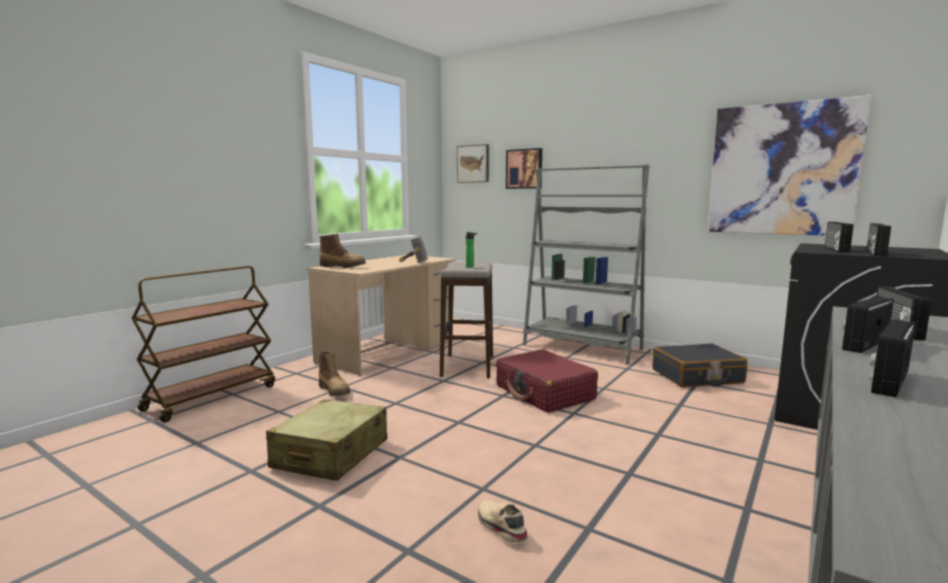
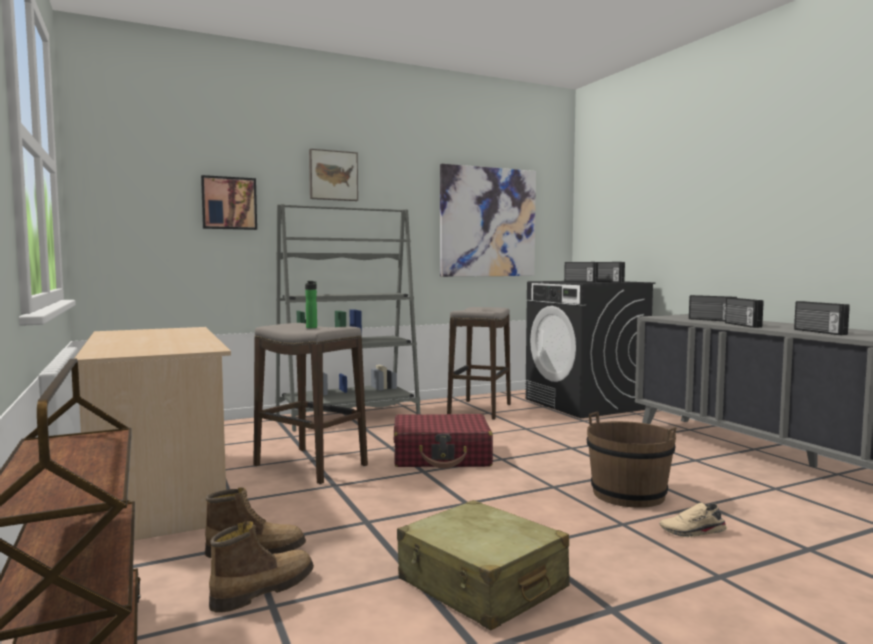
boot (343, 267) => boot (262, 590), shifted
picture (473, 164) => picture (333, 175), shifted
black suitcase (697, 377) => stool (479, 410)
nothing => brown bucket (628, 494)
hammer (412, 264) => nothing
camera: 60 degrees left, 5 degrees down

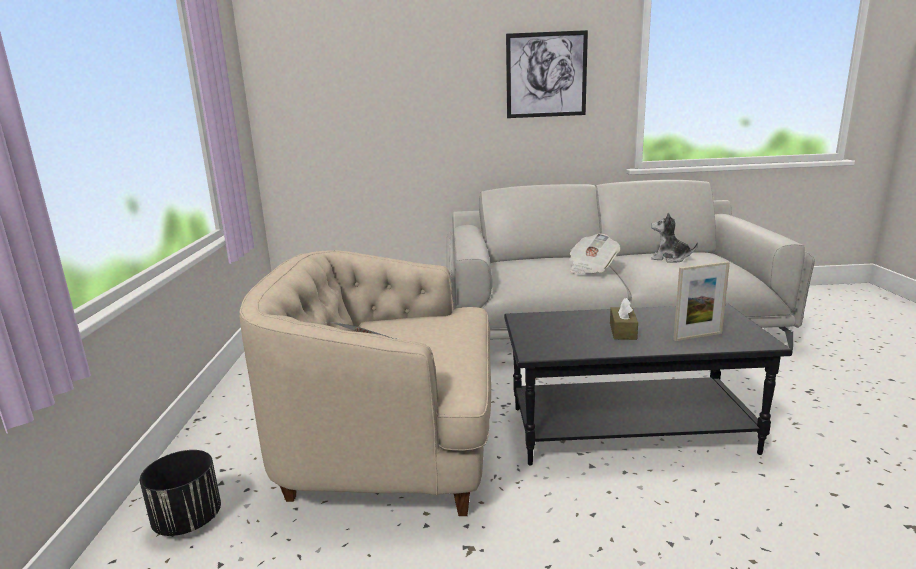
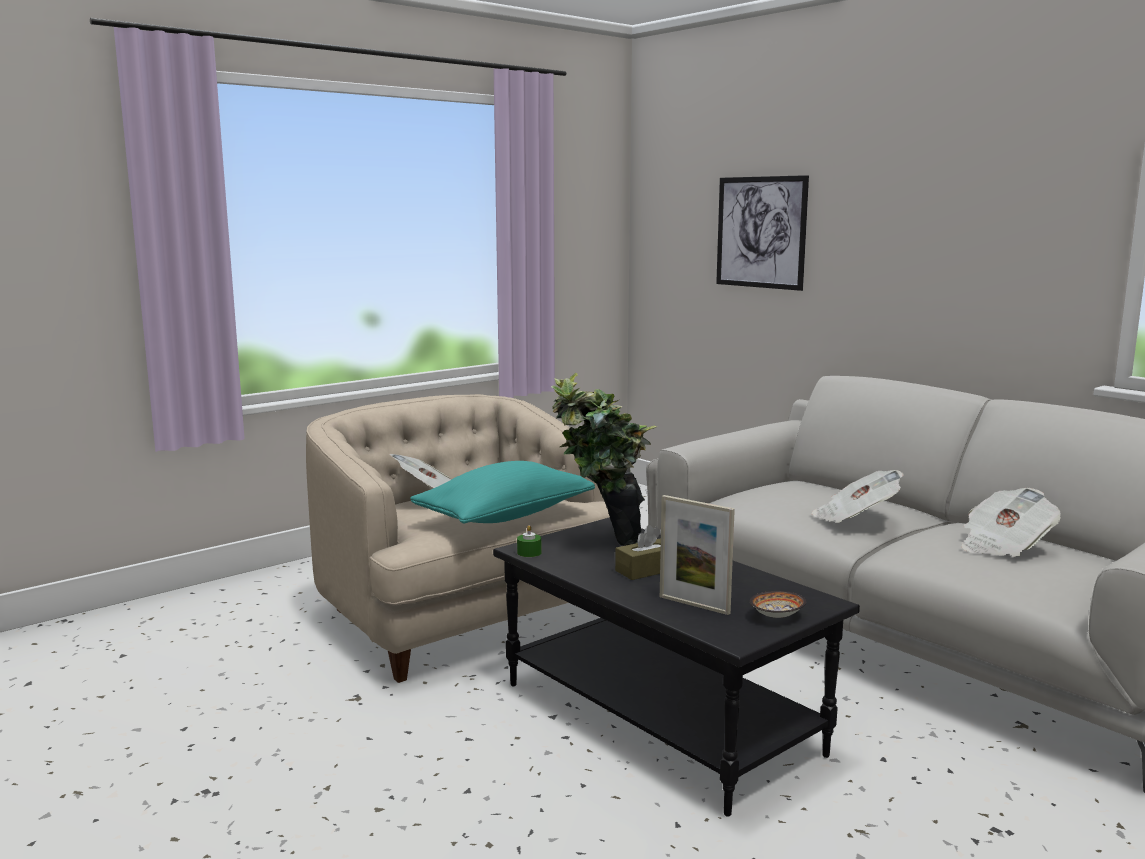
nothing => turquoise pillow (505, 516)
nothing => green candle (529, 553)
nothing => potted plant (600, 544)
picture (546, 75) => picture (760, 232), shifted
nothing => bowl (775, 616)
plush toy (670, 259) => newspaper (1003, 546)
black planter (189, 520) => nothing
camera: 50 degrees right, 5 degrees down

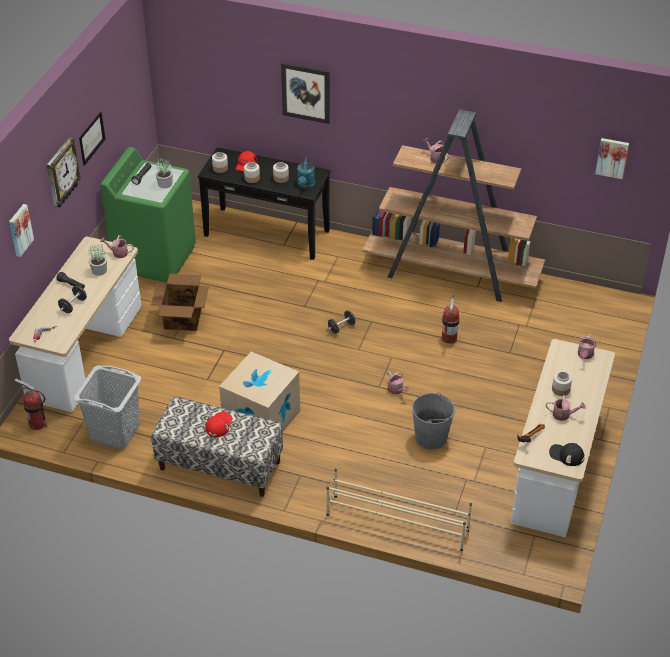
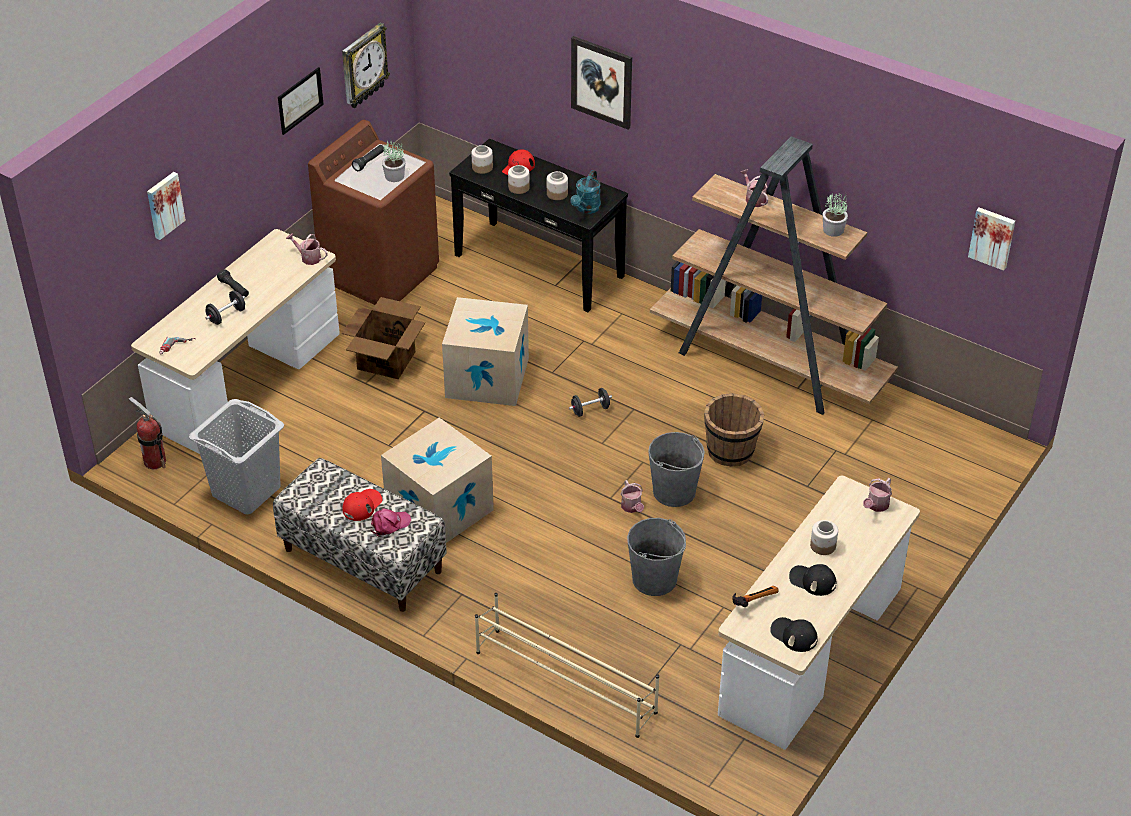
green washing machine (155, 258) => brown washing machine (380, 273)
wall clock (61, 173) => wall clock (363, 66), shifted
nothing => pink cap (389, 524)
nothing => cardboard box (487, 378)
nothing => grey bucket (674, 491)
fire extinguisher (449, 338) => brown bucket (731, 451)
watering can (563, 415) => black cap (812, 580)
potted plant (99, 270) => potted plant (833, 230), shifted
camera: 15 degrees right, 0 degrees up

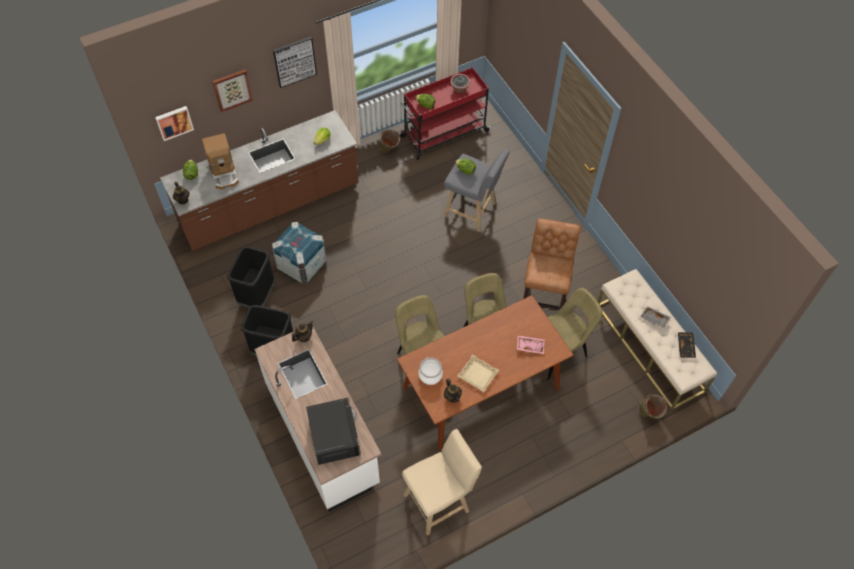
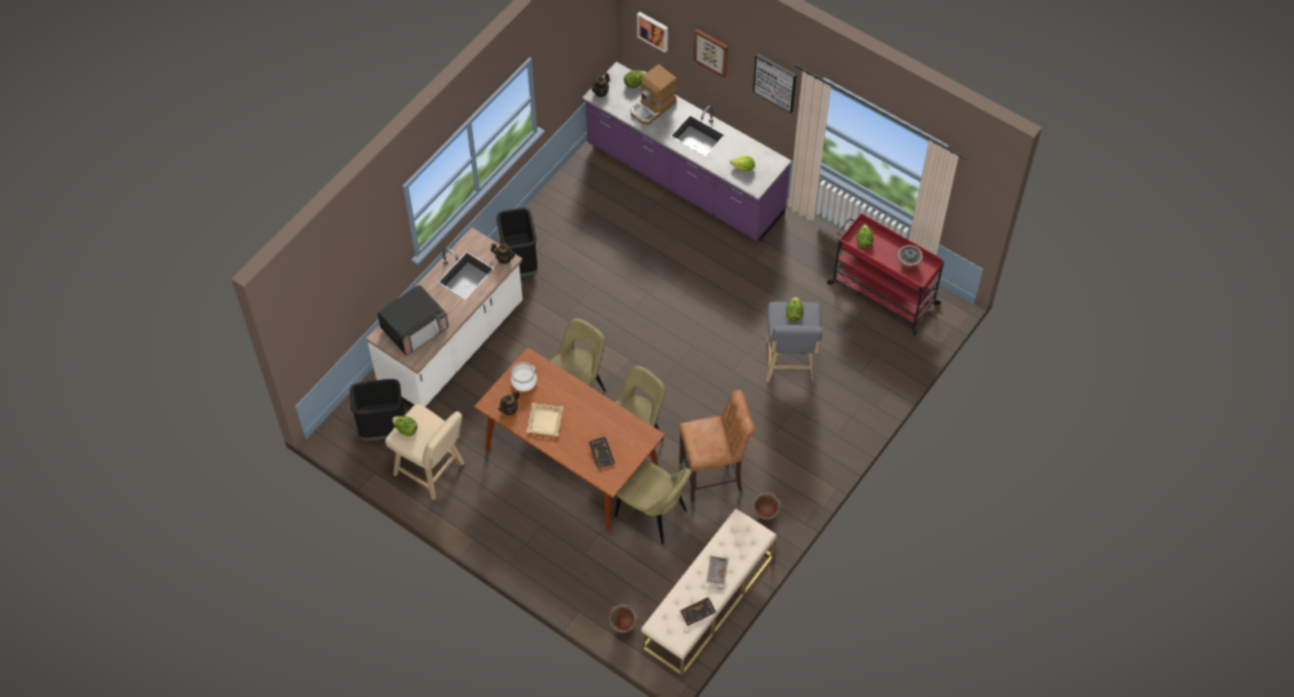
black trash can (257, 296) => black trash can (383, 430), shifted
nothing => lettuce (405, 429)
brown counter (270, 206) => purple counter (684, 181)
pink tray (530, 346) => black tray (602, 454)
green bucket (389, 150) => green bucket (765, 516), shifted
crate (302, 264) => nothing
camera: 65 degrees right, 0 degrees up

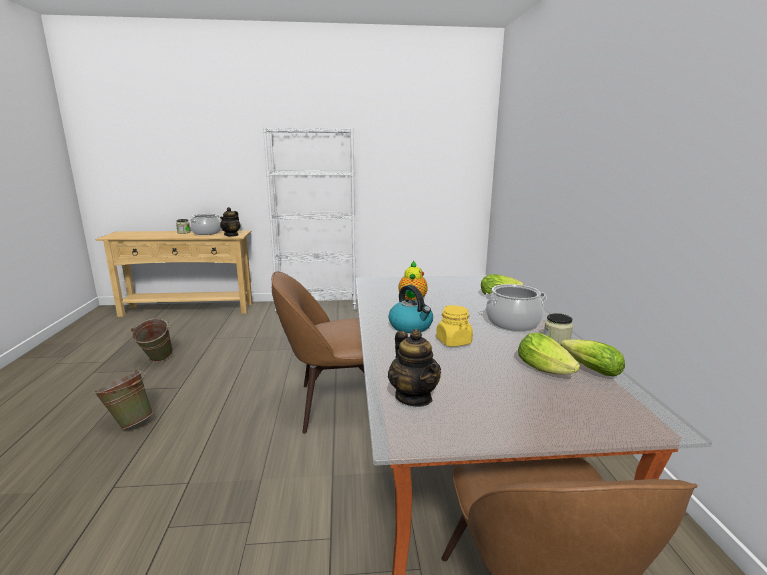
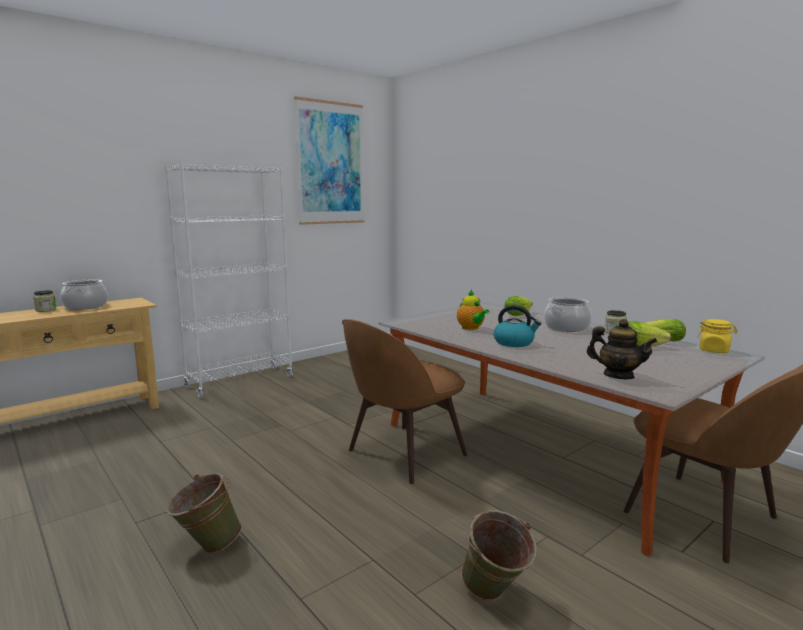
nothing => picture (330, 163)
green bucket (156, 361) => green bucket (494, 597), shifted
yellow jar (454, 341) => yellow jar (714, 350), shifted
teapot (231, 235) => nothing
camera: 35 degrees left, 5 degrees down

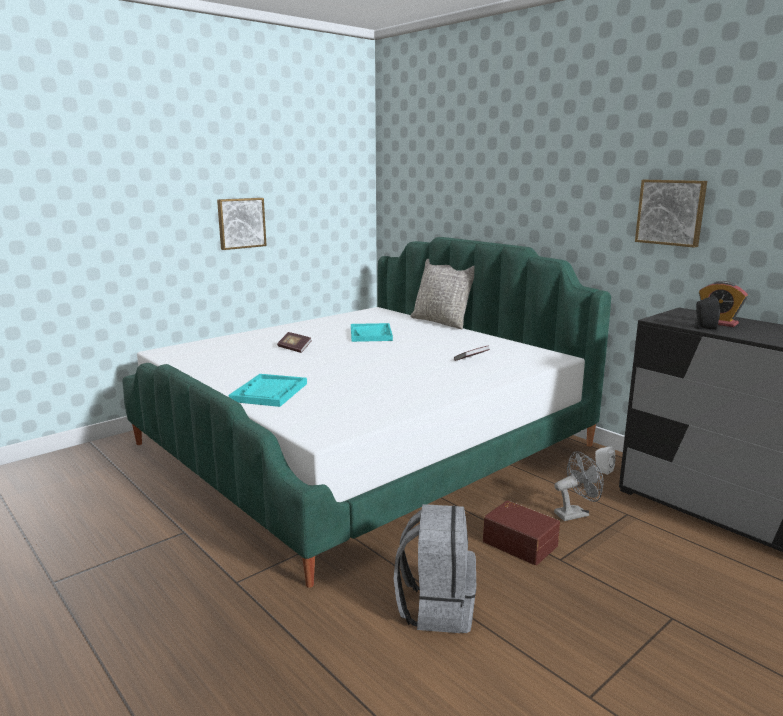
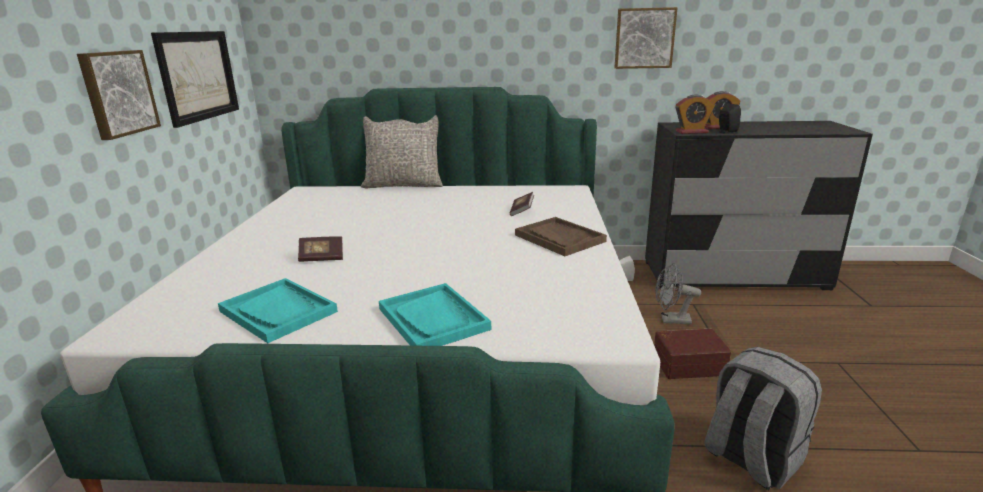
nothing => picture (198, 76)
turquoise tray (371, 334) => turquoise tray (278, 311), shifted
nothing => brown tray (559, 238)
grey fan (575, 513) => grey fan (671, 320), 105 degrees counterclockwise
nothing => alarm clock (691, 132)
camera: 45 degrees left, 5 degrees up

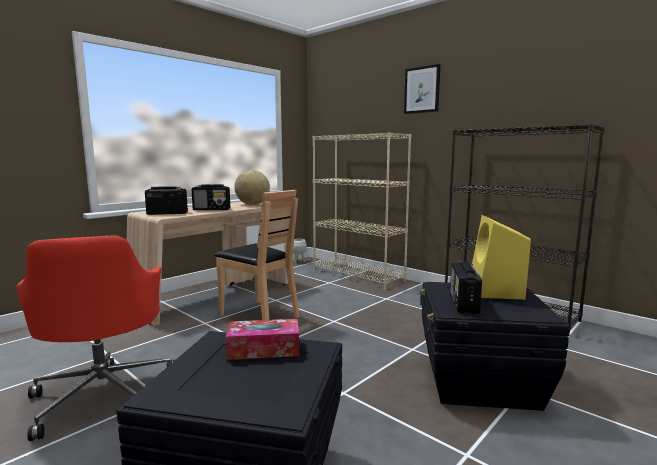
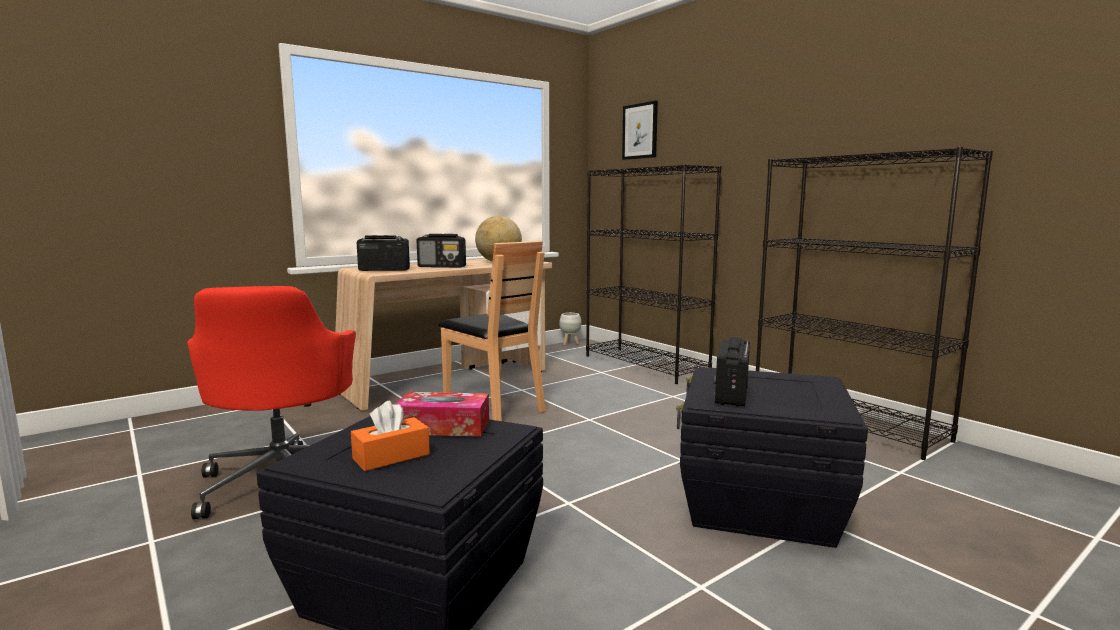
nothing => orange tissue box (391, 456)
beige bookcase (358, 275) => black bookcase (646, 365)
picture (422, 90) => picture (640, 131), shifted
yellow speaker (496, 292) => nothing
camera: 10 degrees right, 0 degrees up

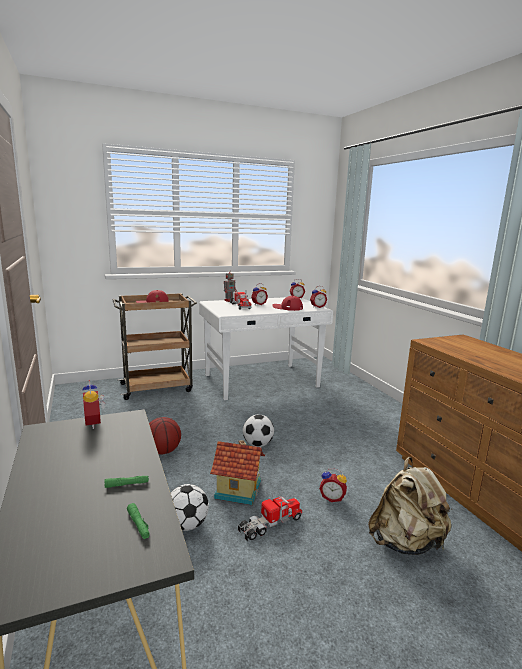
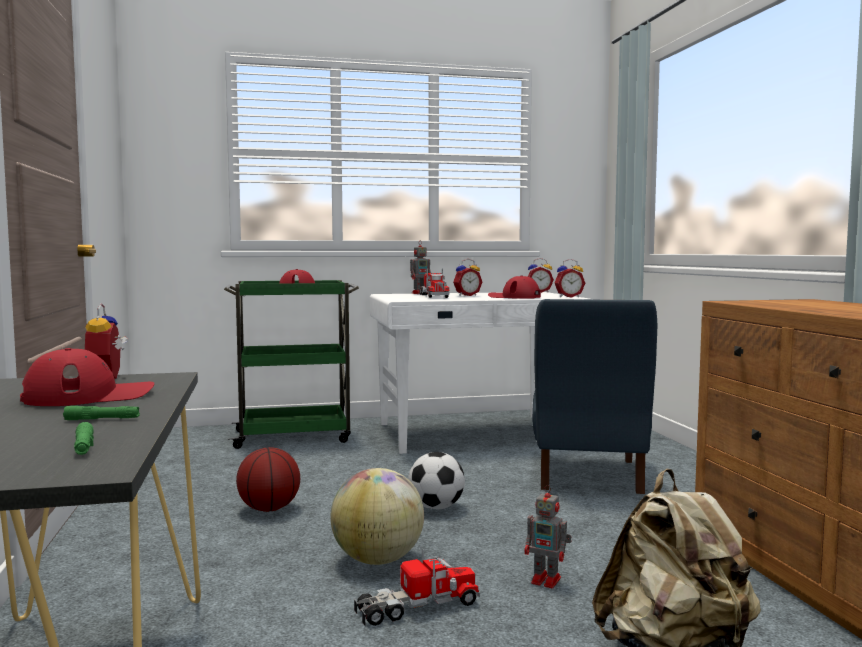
nothing => red cap (89, 396)
brown cart (157, 387) => green cart (295, 436)
toy house (238, 489) => globe (377, 560)
alarm clock (332, 497) => toy robot (547, 580)
nothing => blue chair (588, 474)
football (187, 525) => nothing
camera: 10 degrees right, 10 degrees down

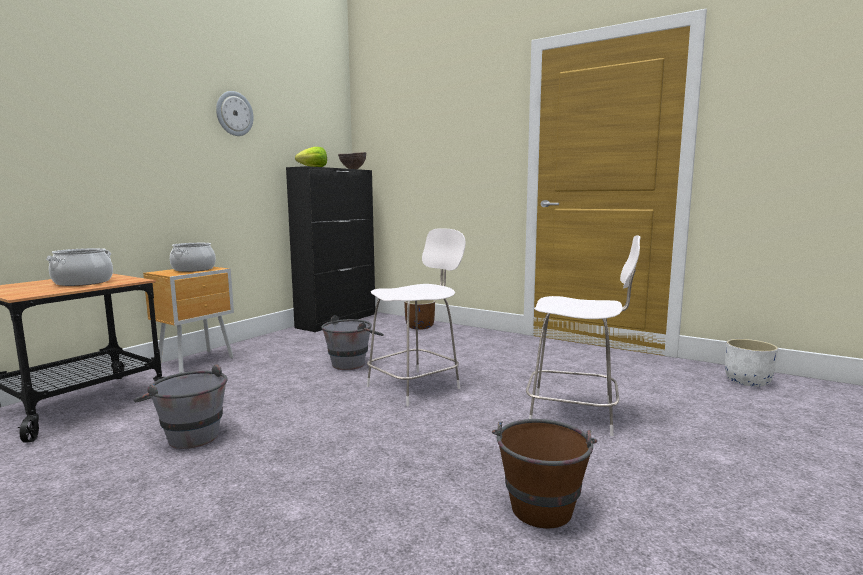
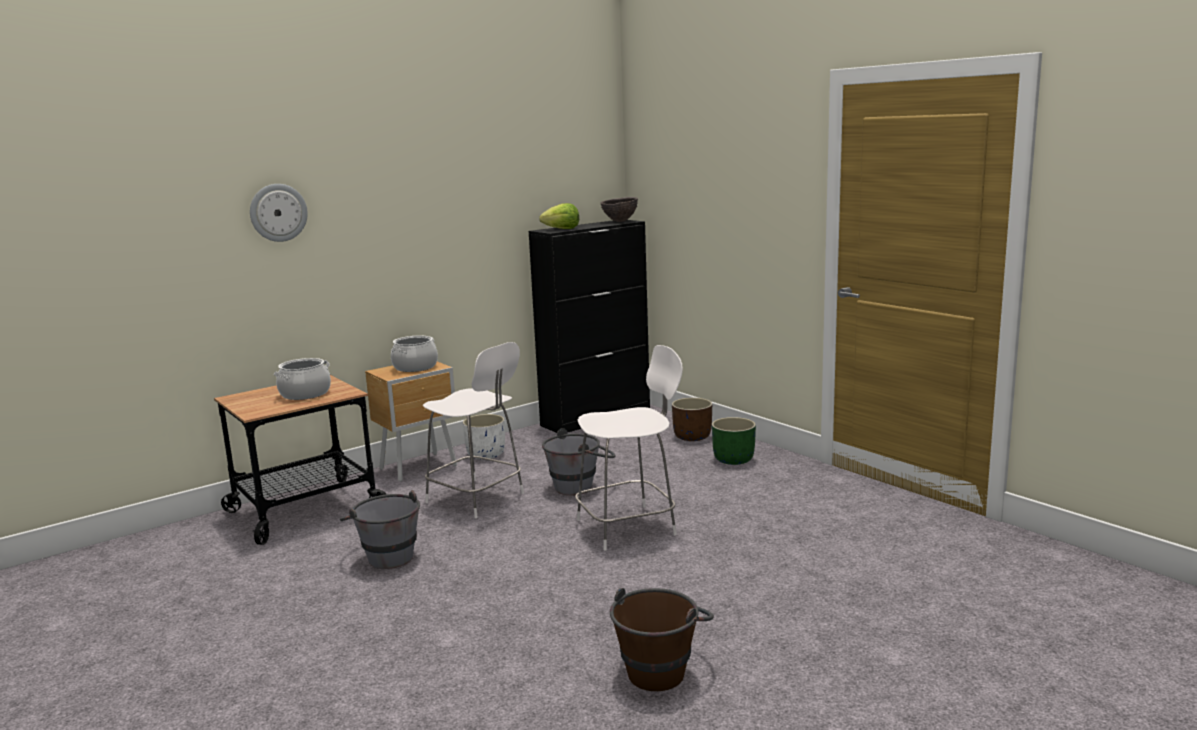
wall clock (234, 114) => wall clock (278, 212), shifted
white chair (575, 415) => white chair (477, 499), shifted
white planter (747, 381) => white planter (486, 454), shifted
nothing => green planter (733, 459)
camera: 20 degrees right, 5 degrees up

